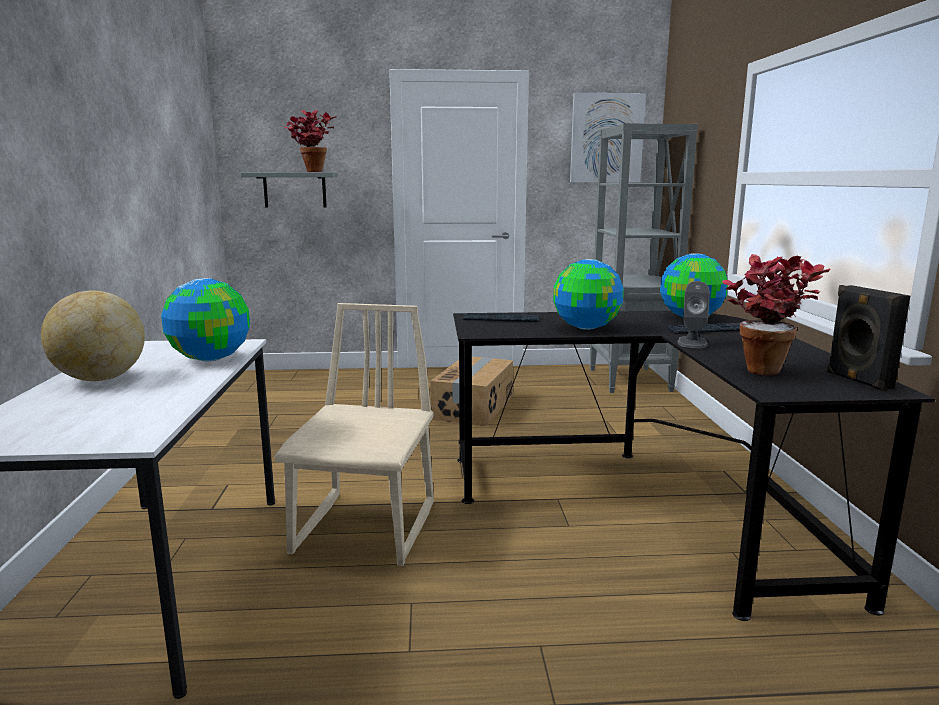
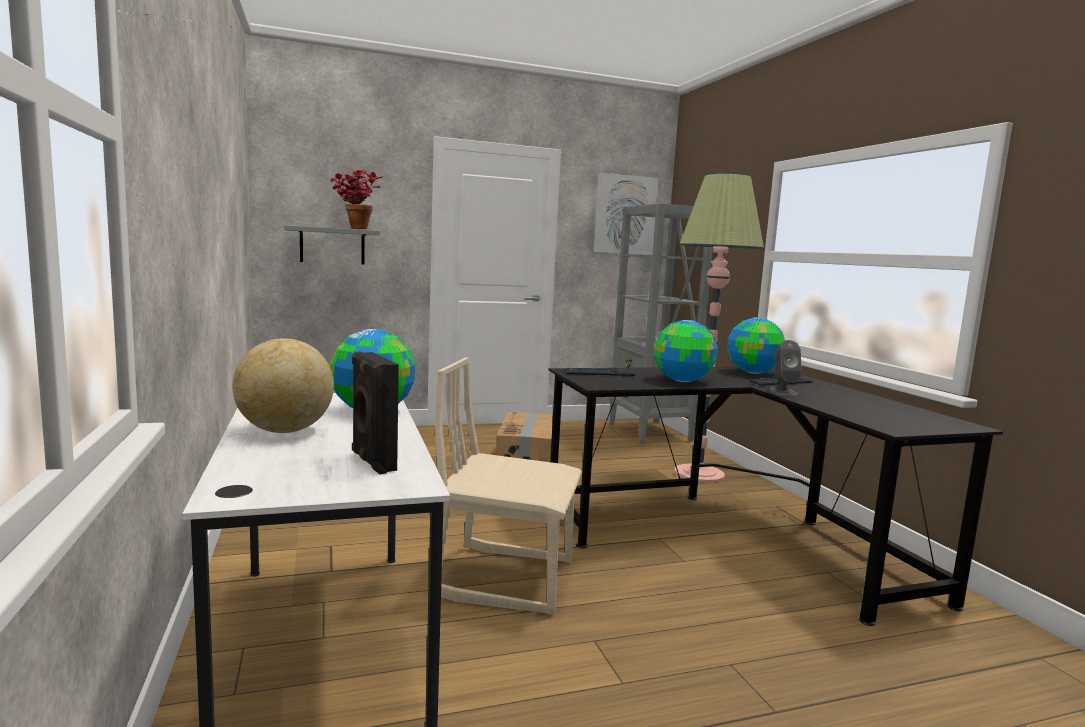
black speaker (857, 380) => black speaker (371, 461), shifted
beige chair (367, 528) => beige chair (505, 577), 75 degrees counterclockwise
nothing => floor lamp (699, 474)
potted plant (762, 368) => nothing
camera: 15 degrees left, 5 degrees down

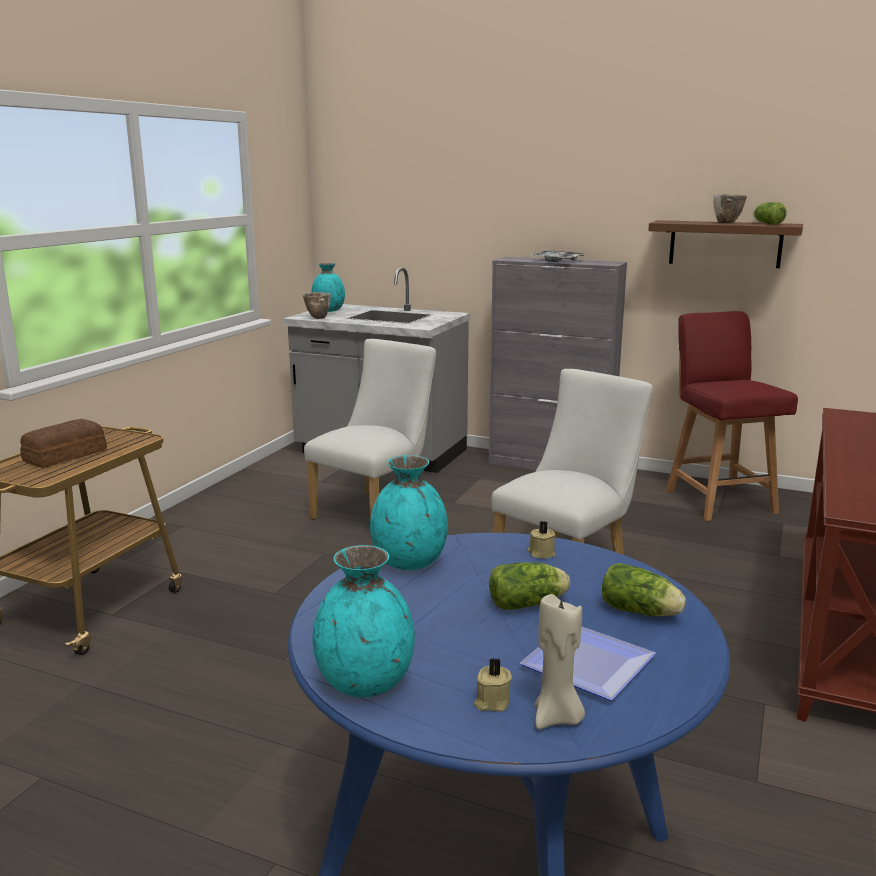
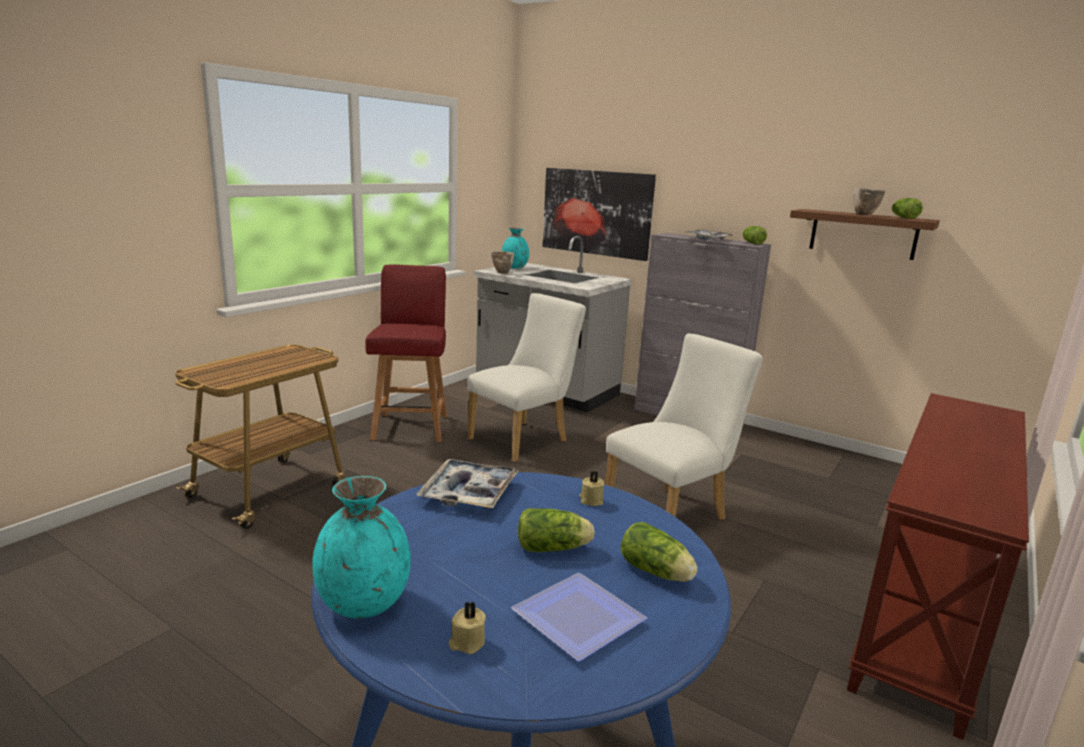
red chair (719, 501) => red chair (411, 426), shifted
turquoise vase (410, 562) => tray (469, 493)
nothing => picture (596, 212)
nothing => lettuce (751, 243)
bread (63, 455) => nothing
beige candle (557, 718) => nothing
camera: 10 degrees right, 0 degrees up

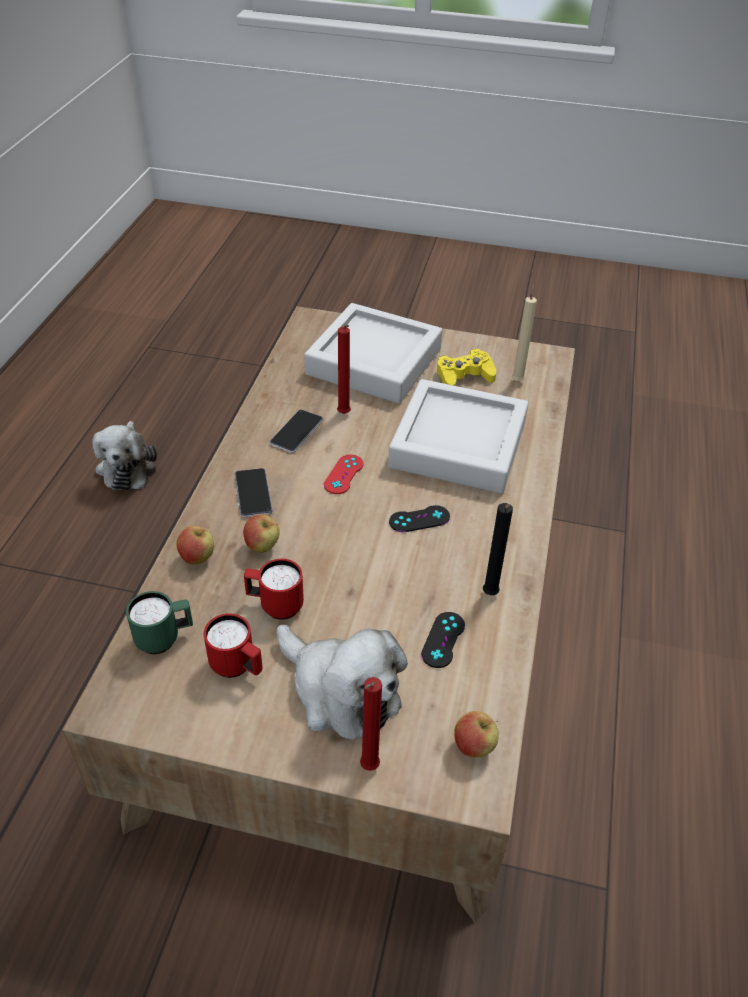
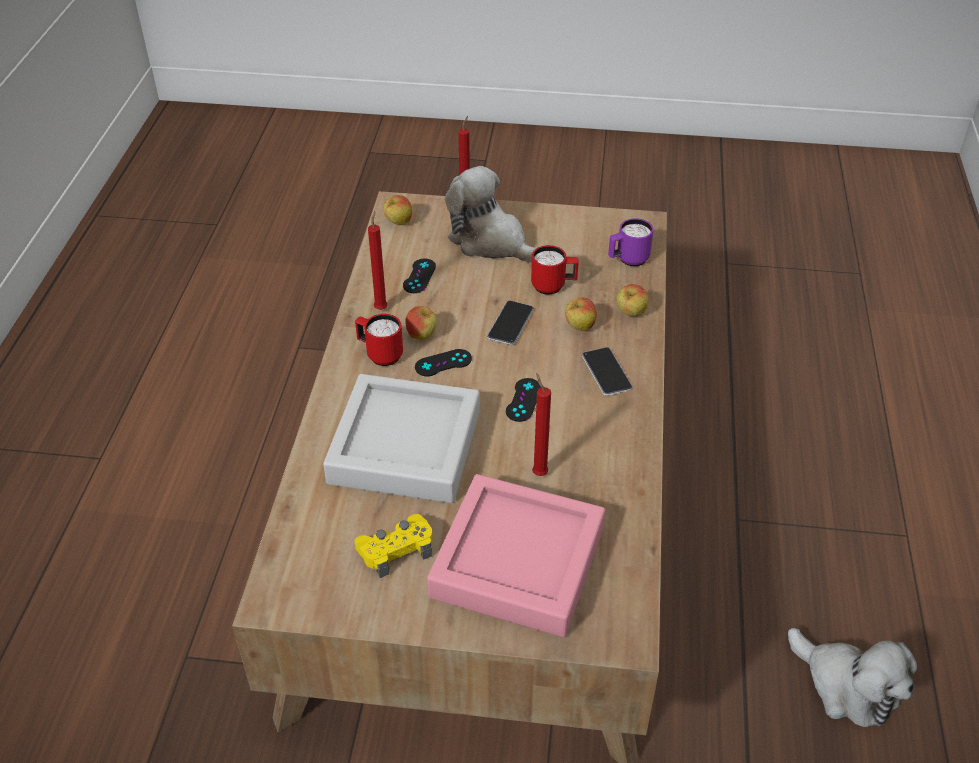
red mug (237, 667) => red mug (380, 354), shifted
black candle (489, 595) => red candle (381, 308)
nothing => apple (422, 336)
grey tray (374, 361) => pink tray (518, 562)
phone (297, 432) => phone (510, 324), shifted
red game controller (343, 474) => black game controller (523, 400)
green mug (164, 638) => purple mug (628, 260)
plush toy (127, 466) => plush toy (847, 686), 150 degrees clockwise
beige candle (517, 380) => nothing
camera: 175 degrees right, 0 degrees up

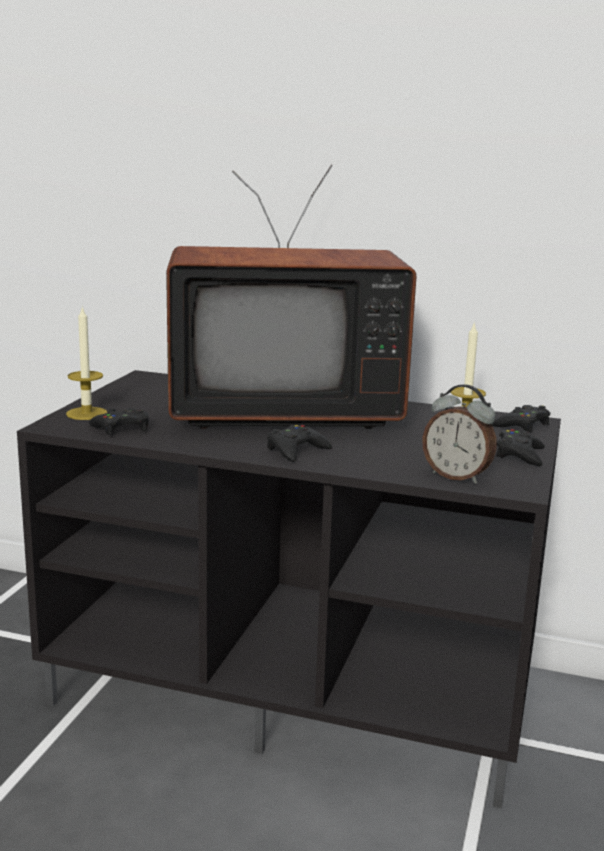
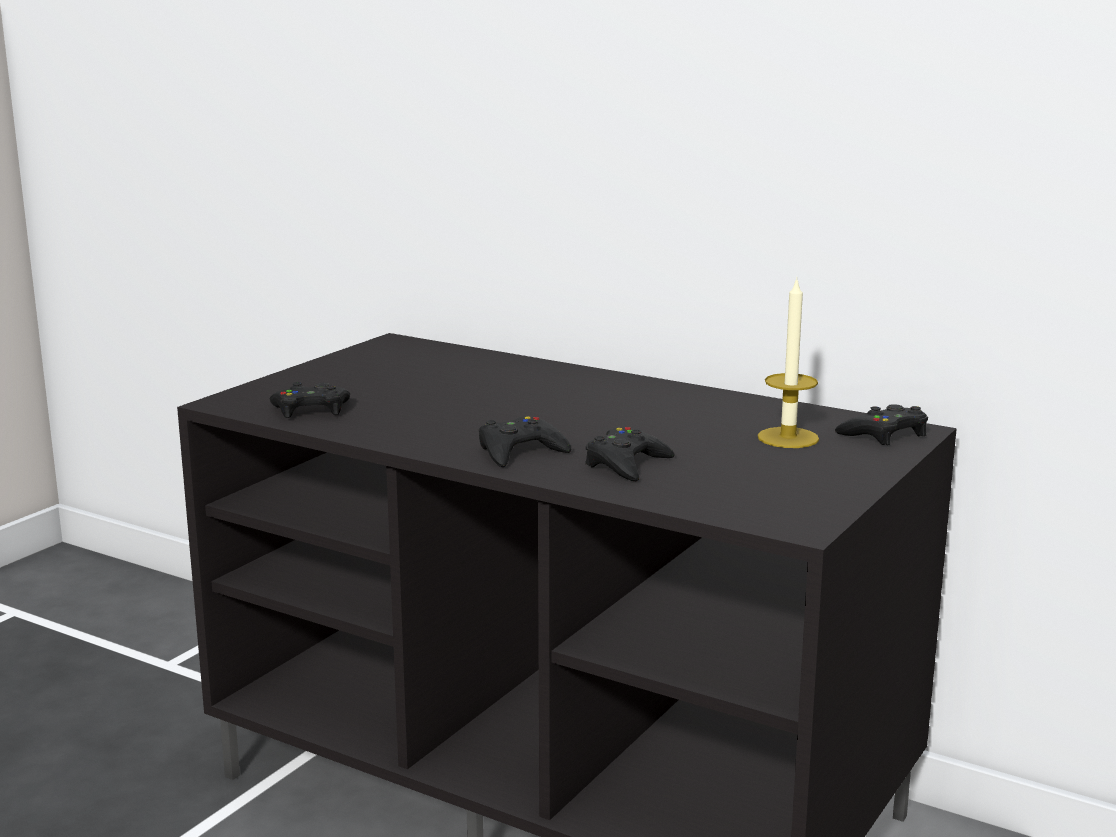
black game controller (519, 454) => black game controller (626, 464), shifted
candle (86, 413) => nothing
television (280, 411) => nothing
alarm clock (457, 476) => nothing
camera: 15 degrees right, 0 degrees up

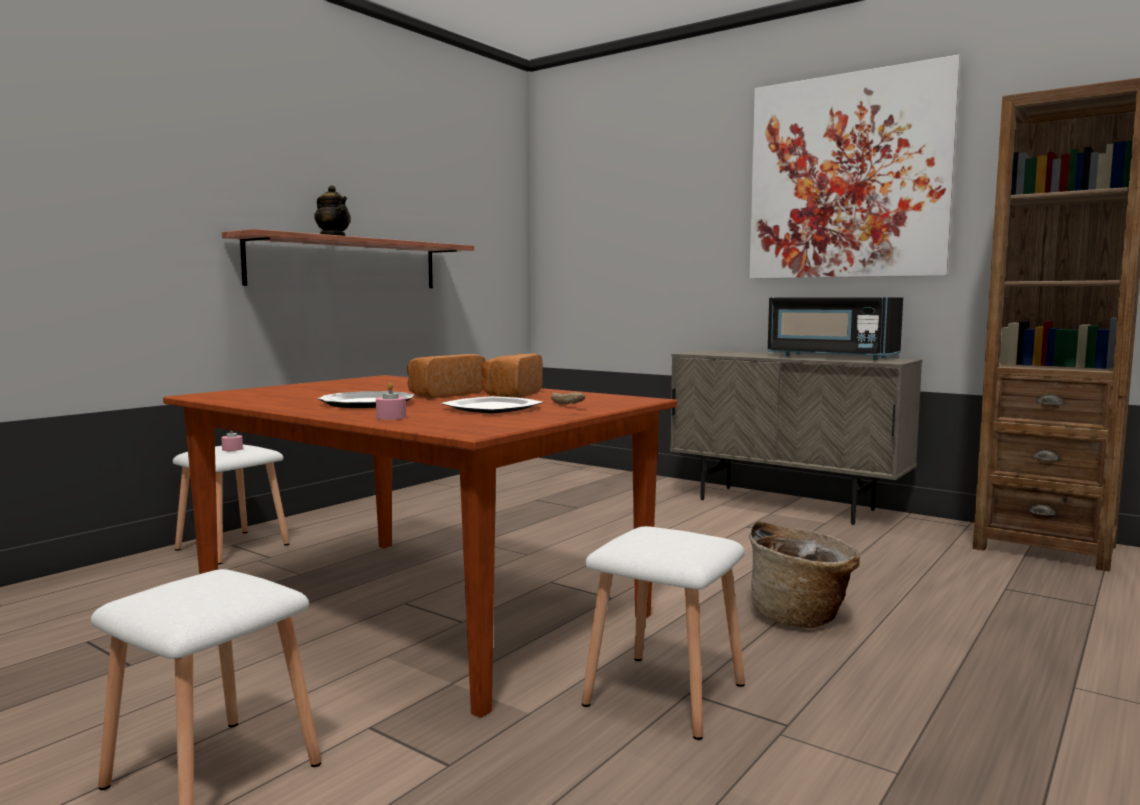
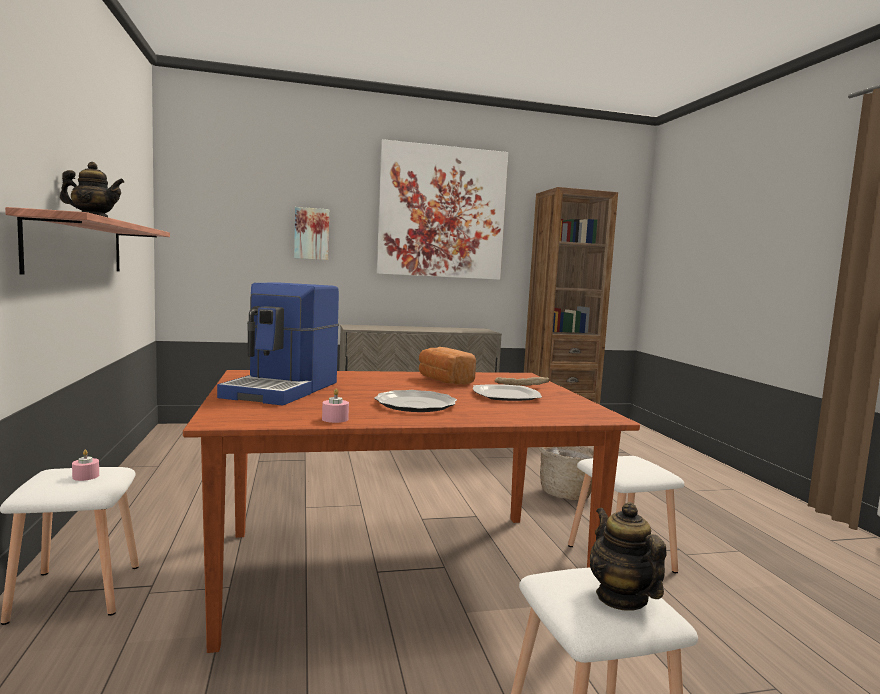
nothing => coffee machine (284, 390)
nothing => picture (311, 233)
pink candle (391, 417) => pink candle (335, 419), shifted
nothing => teapot (621, 598)
bread (444, 394) => nothing
black microwave (831, 357) => nothing
camera: 50 degrees left, 0 degrees up

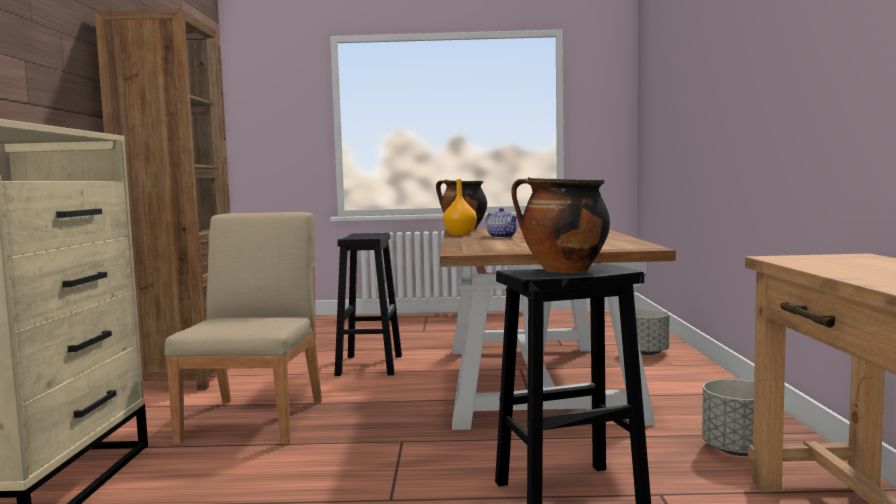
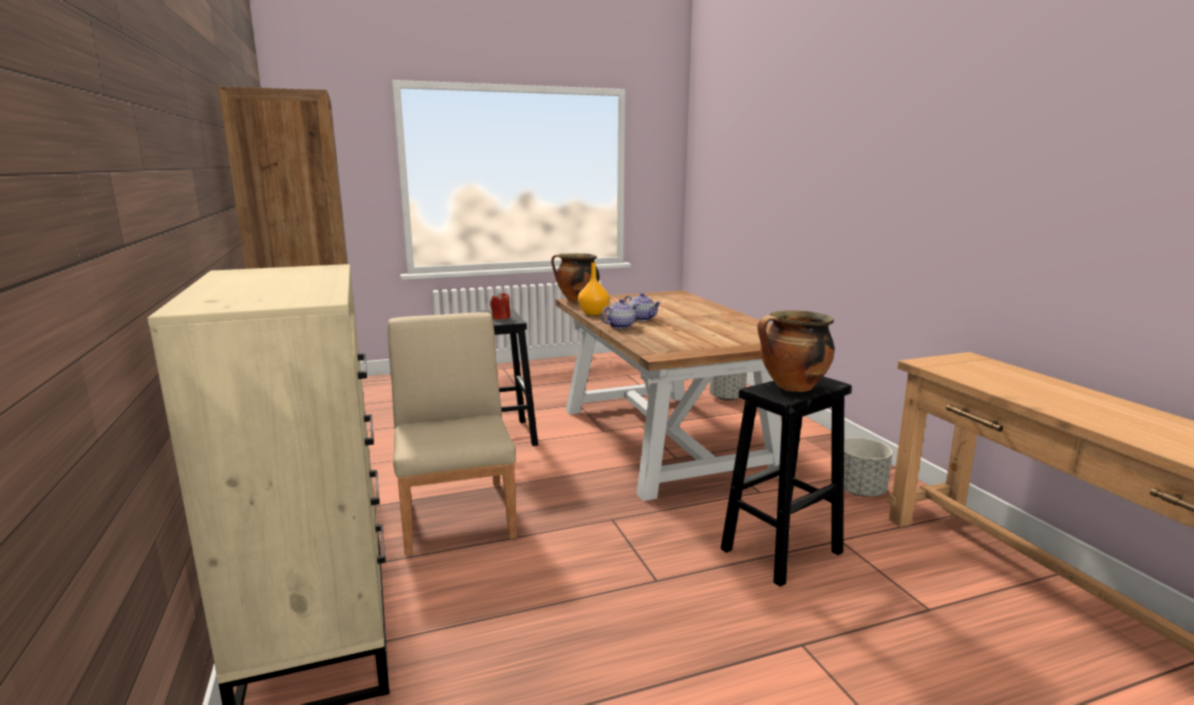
nothing => red candle (501, 317)
nothing => teapot (620, 326)
camera: 20 degrees left, 10 degrees up

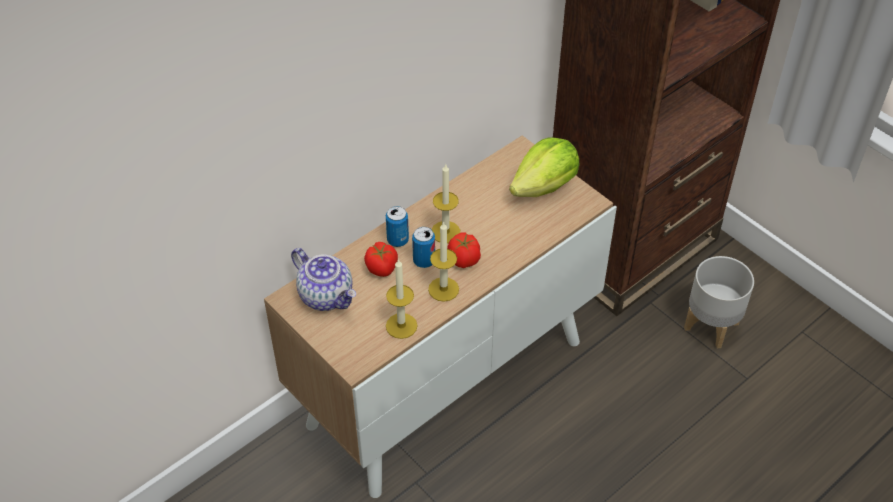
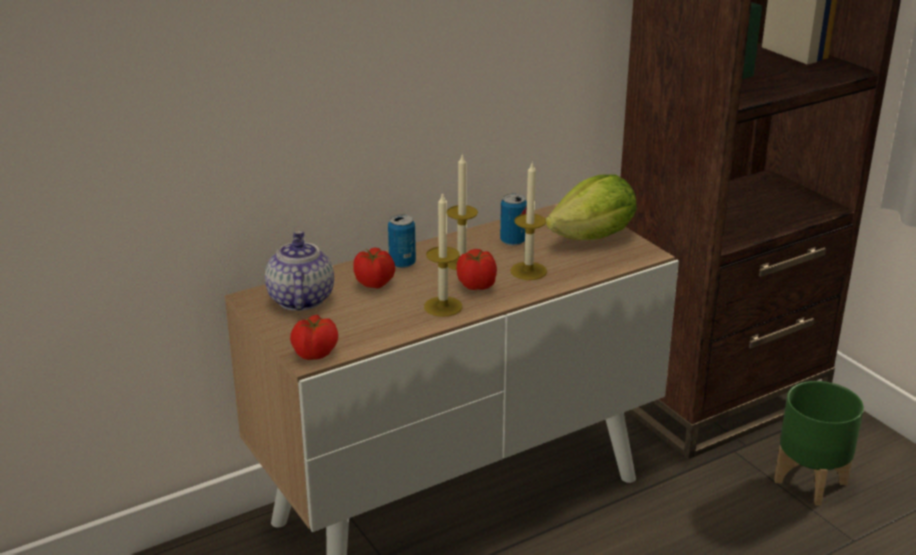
teapot (327, 296) => teapot (300, 299), 150 degrees counterclockwise
nothing => tomato (314, 353)
can (424, 261) => can (513, 241), shifted
candle (401, 326) => candle (528, 271), shifted
grey planter (711, 325) => green planter (811, 481)
camera: 10 degrees right, 20 degrees down

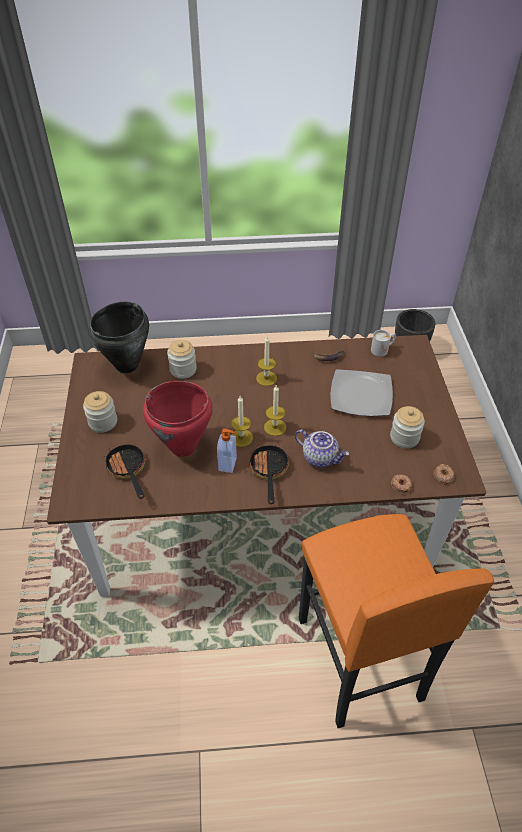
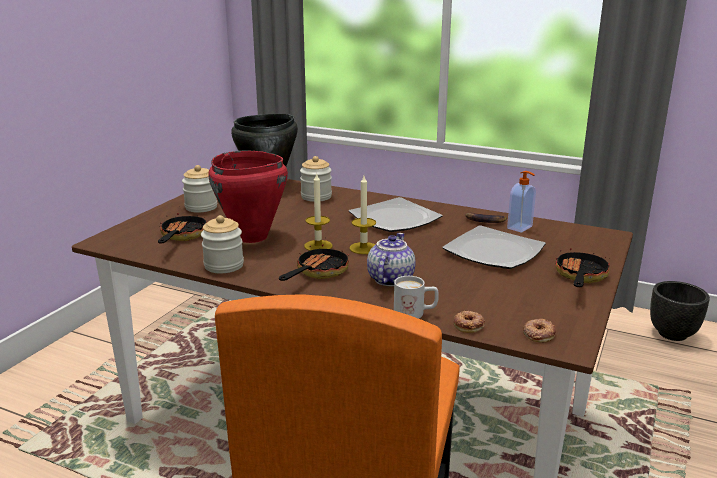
jar (404, 437) => jar (224, 265), shifted
candle (266, 378) => plate (395, 218)
teapot (320, 457) => teapot (389, 279), 135 degrees counterclockwise
white mug (382, 349) => white mug (415, 313), shifted
soap dispenser (228, 464) => soap dispenser (520, 228), shifted
nothing => frying pan (580, 277)
camera: 30 degrees right, 25 degrees down

